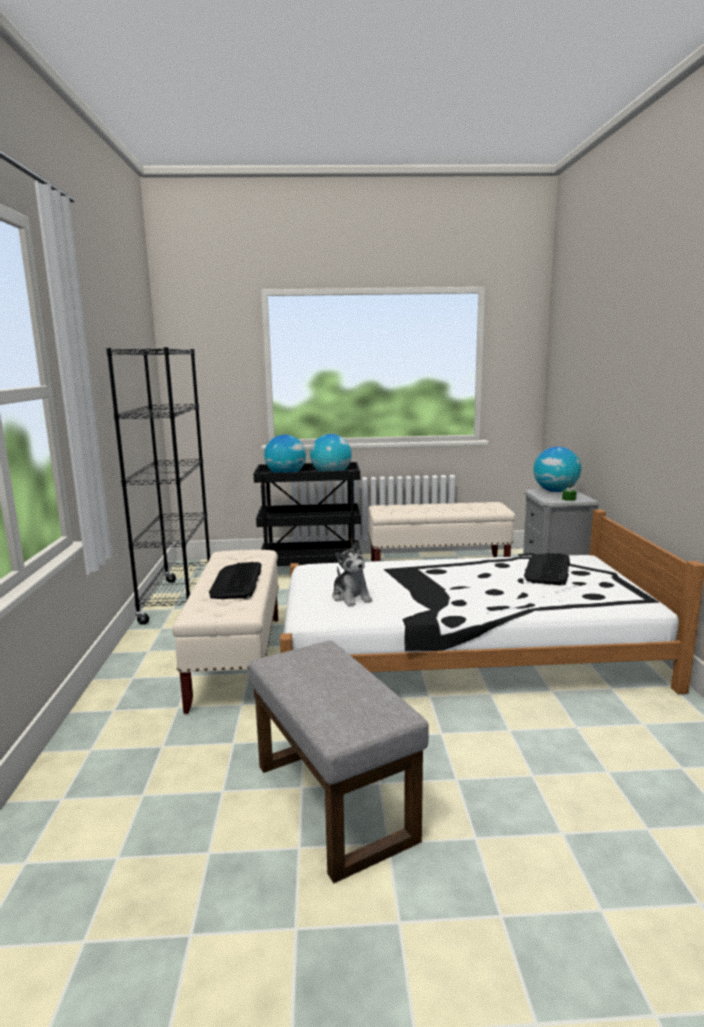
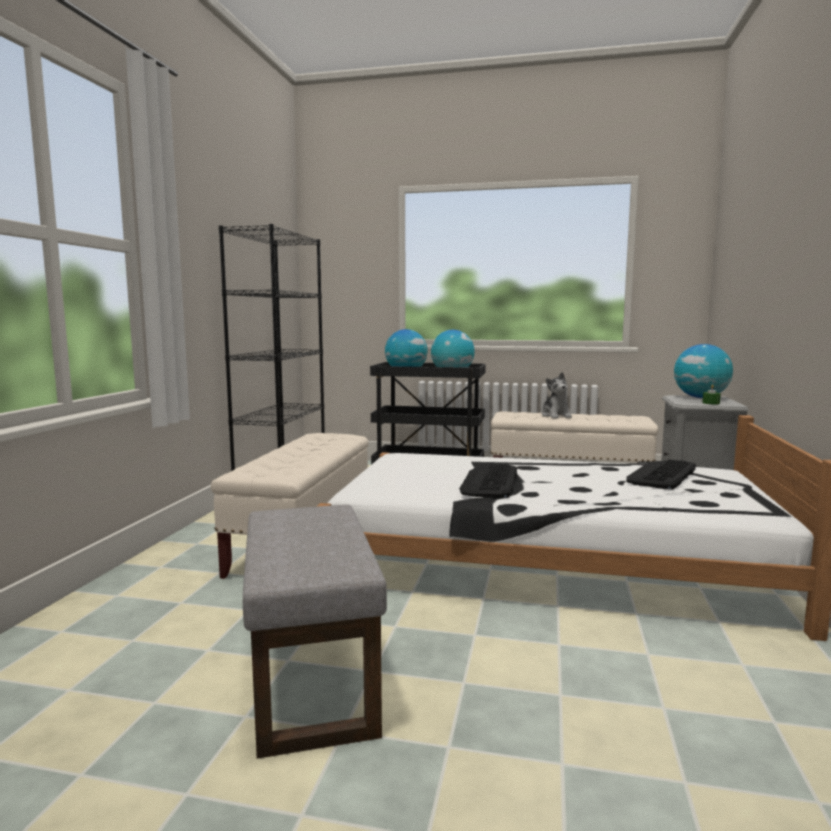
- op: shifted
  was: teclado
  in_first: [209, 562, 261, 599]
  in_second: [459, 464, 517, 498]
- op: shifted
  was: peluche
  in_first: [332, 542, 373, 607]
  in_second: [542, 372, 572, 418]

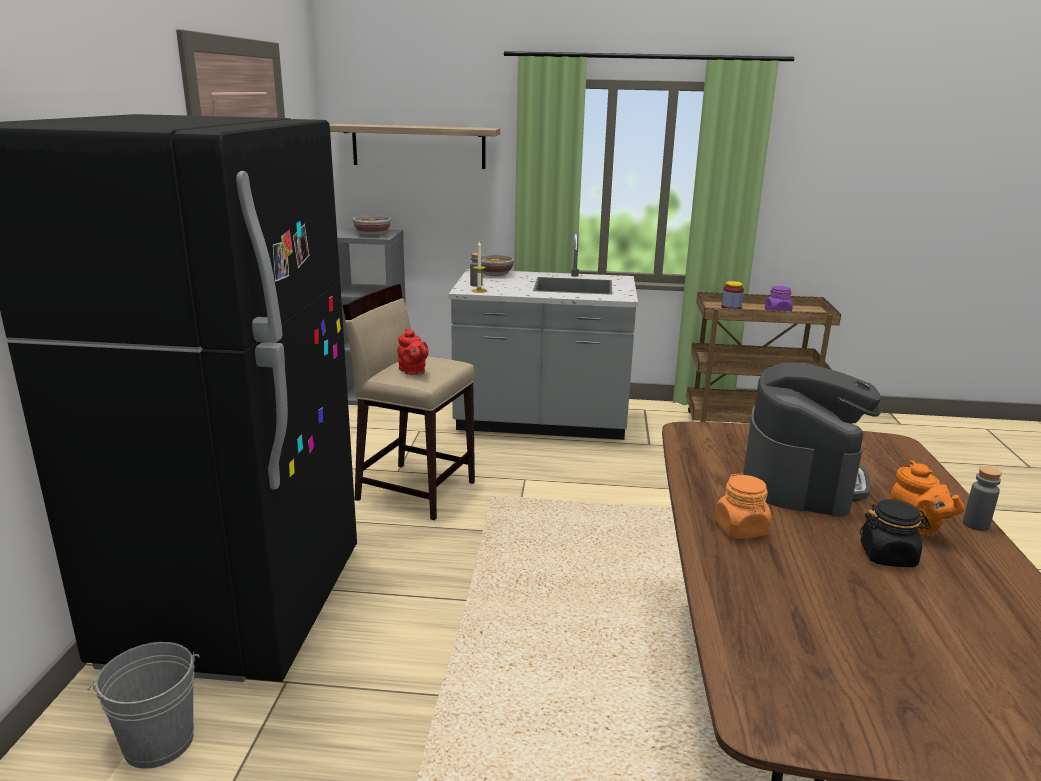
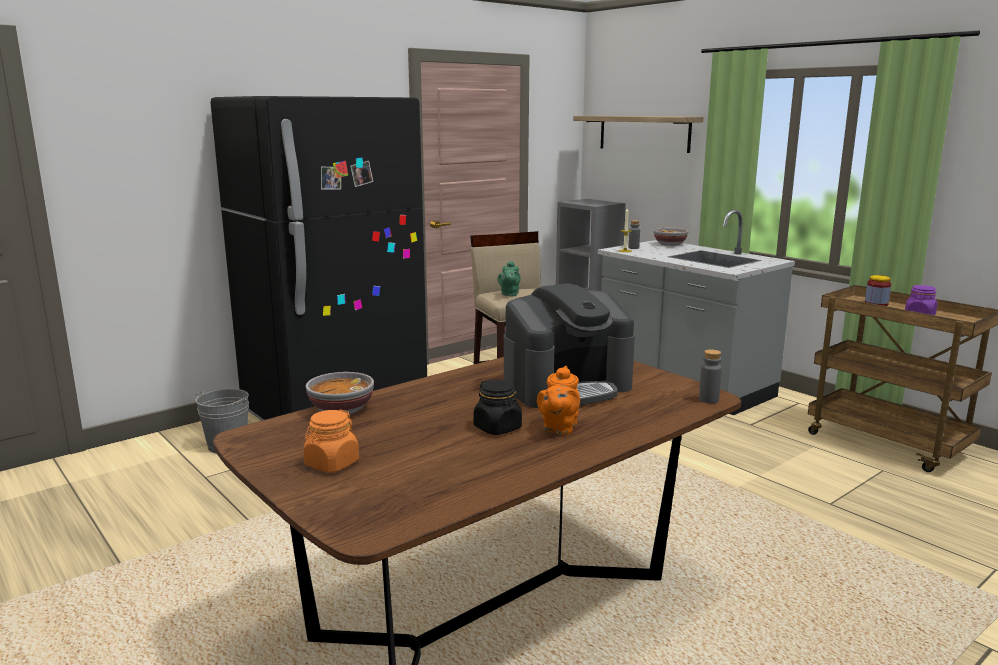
- op: shifted
  was: cuenco
  in_first: [353, 215, 391, 236]
  in_second: [306, 372, 374, 414]
- op: repainted
  was: tetera [rojo]
  now: tetera [verde]
  in_first: [397, 329, 429, 375]
  in_second: [498, 261, 521, 296]
- op: shifted
  was: tarro [naranja]
  in_first: [714, 474, 771, 539]
  in_second: [303, 409, 359, 473]
- op: shifted
  was: botella [gris]
  in_first: [963, 466, 1002, 531]
  in_second: [699, 349, 722, 403]

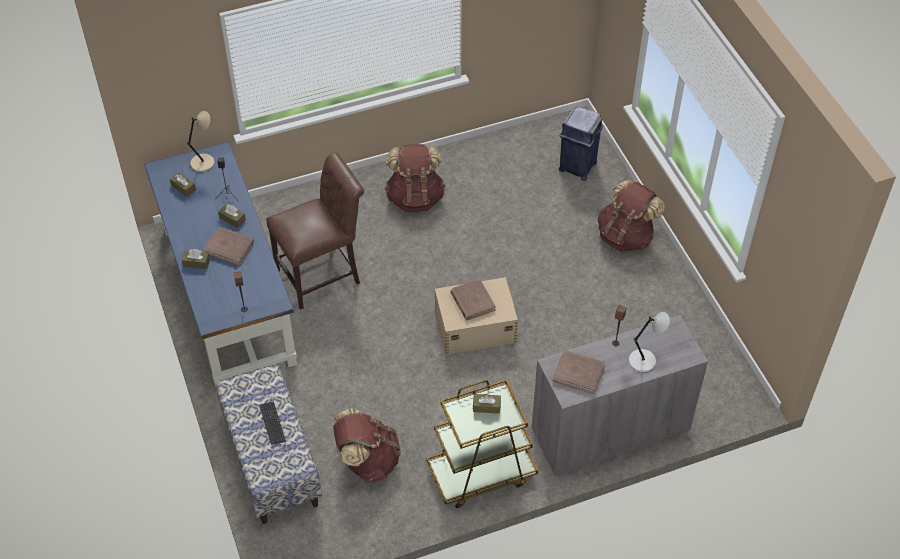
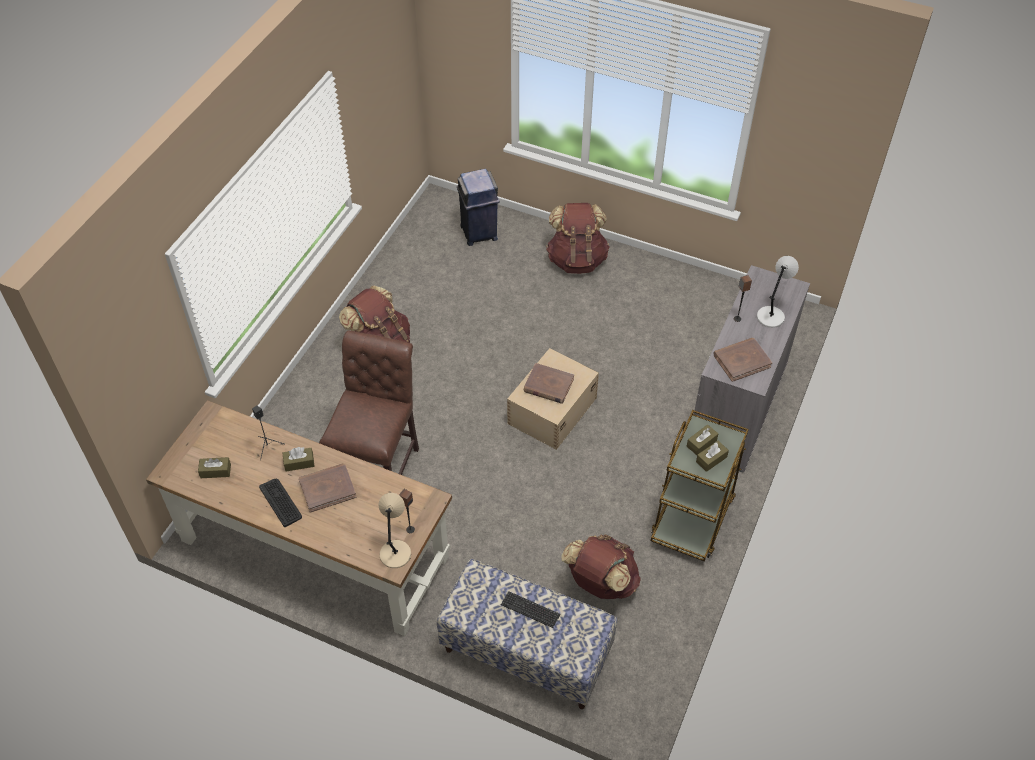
- op: repainted
  was: escritorio [azul]
  now: escritorio [marrón]
  in_first: [144, 141, 297, 386]
  in_second: [146, 400, 452, 636]
- op: shifted
  was: caja de pañuelos [marrón]
  in_first: [182, 249, 210, 269]
  in_second: [696, 441, 729, 472]
- op: shifted
  was: lámpara de mesa [beis]
  in_first: [187, 111, 215, 172]
  in_second: [378, 493, 411, 568]
- op: new
  now: teclado
  in_second: [259, 479, 302, 527]

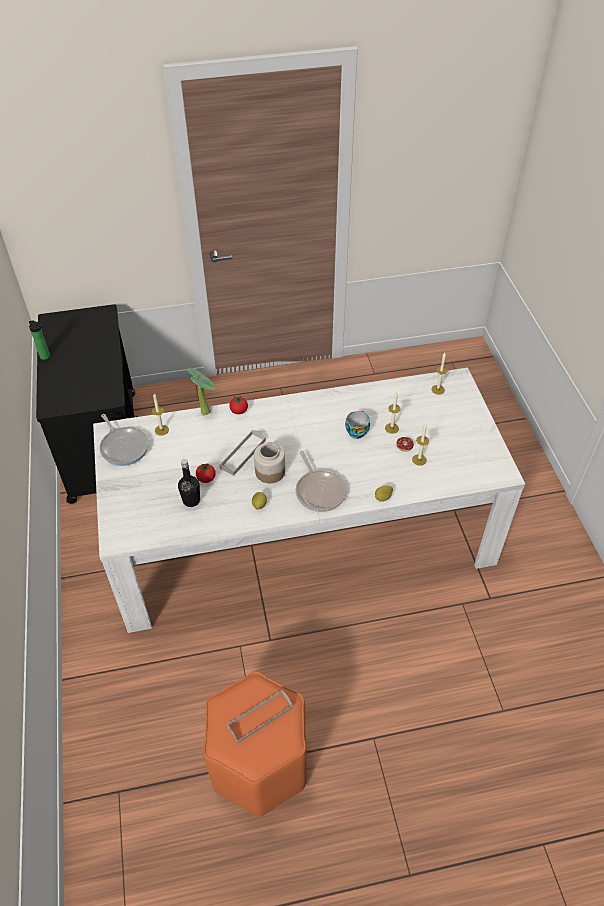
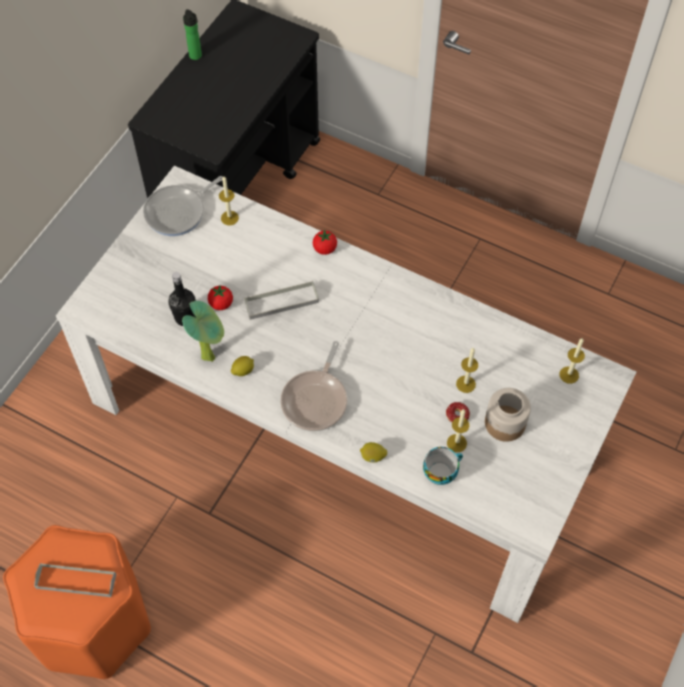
- op: rotated
  was: sartén
  in_first: [100, 414, 149, 466]
  in_second: [143, 176, 223, 236]
  clockwise: 45
- op: shifted
  was: planta en maceta
  in_first: [187, 368, 216, 416]
  in_second: [182, 301, 224, 362]
- op: shifted
  was: tarro
  in_first: [254, 442, 285, 483]
  in_second: [485, 388, 531, 442]
- op: shifted
  was: taza
  in_first: [345, 411, 370, 439]
  in_second: [423, 447, 463, 485]

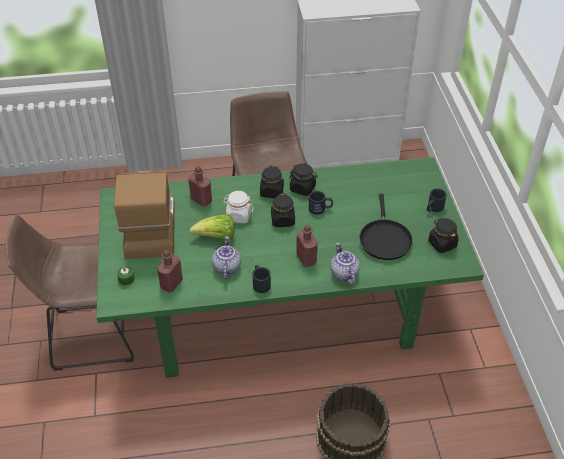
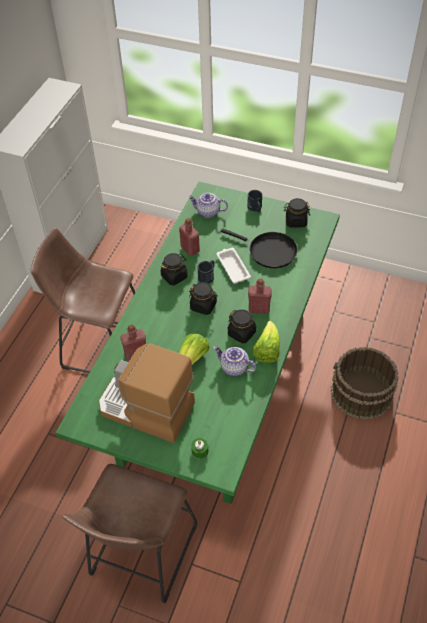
- op: shifted
  was: botella [rojo]
  in_first: [157, 250, 183, 292]
  in_second: [179, 218, 200, 256]
- op: gone
  was: tarro [blanco]
  in_first: [223, 191, 254, 223]
- op: swapped
  was: taza grande [negro]
  now: lechuga
  in_first: [252, 265, 271, 293]
  in_second: [252, 321, 280, 363]
- op: shifted
  was: tarro [negro]
  in_first: [260, 166, 284, 198]
  in_second: [228, 309, 256, 344]
- op: shifted
  was: tetera
  in_first: [330, 243, 360, 285]
  in_second: [188, 193, 228, 218]
- op: new
  now: bandeja [blanco]
  in_second: [216, 248, 251, 283]

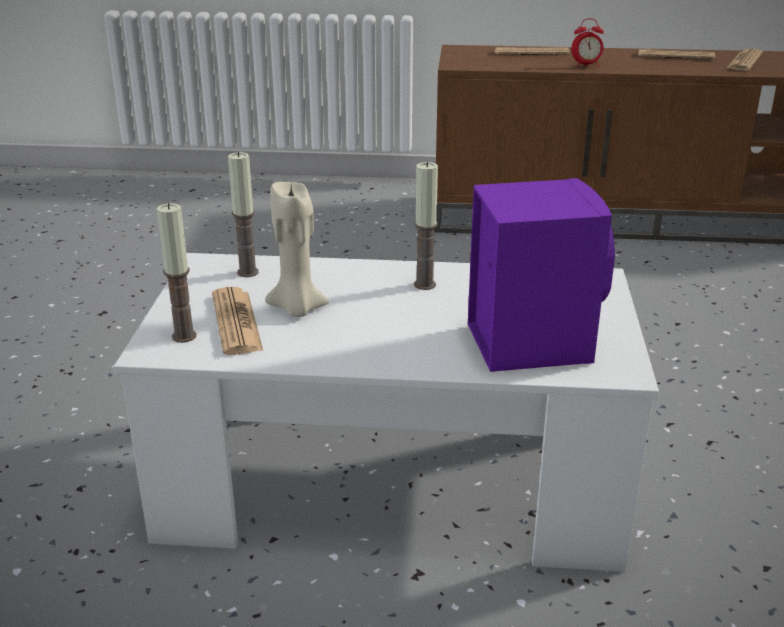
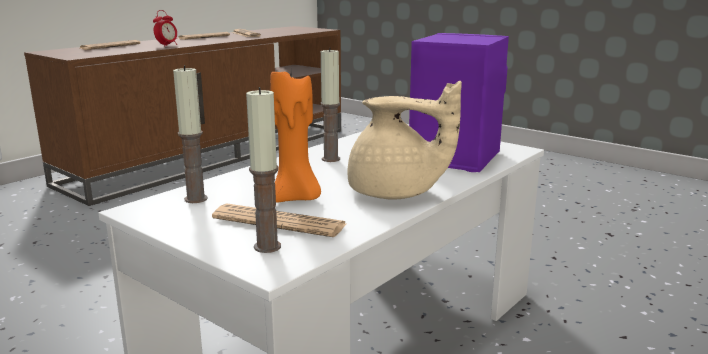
- op: repainted
  was: vela [beis]
  now: vela [naranja]
  in_first: [265, 182, 329, 317]
  in_second: [270, 71, 321, 203]
- op: new
  now: tetera [beis]
  in_second: [347, 81, 462, 200]

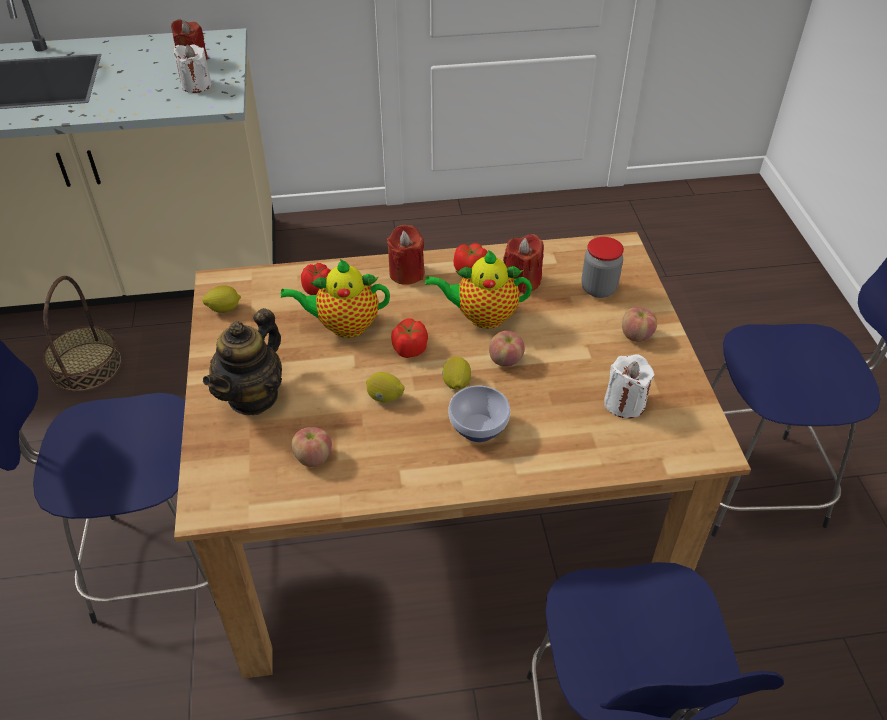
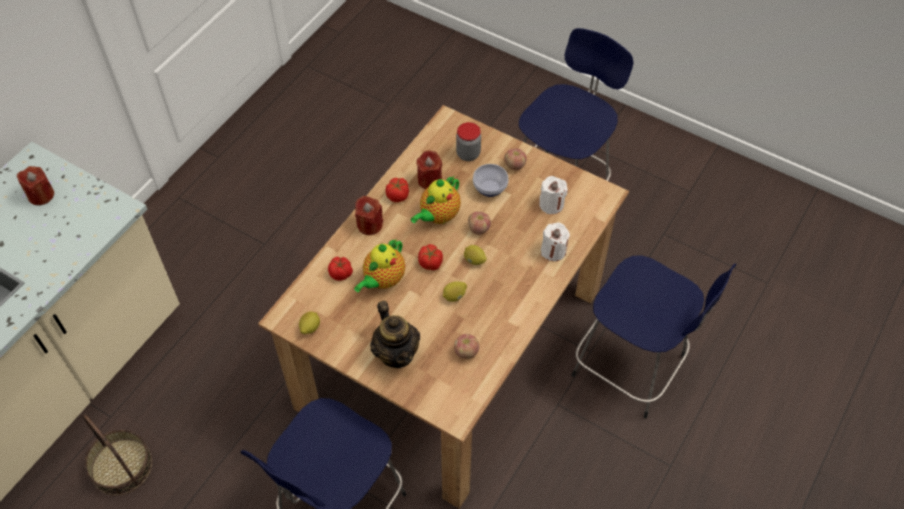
- op: shifted
  was: vela [blanco]
  in_first: [174, 44, 212, 93]
  in_second: [541, 222, 570, 261]
- op: shifted
  was: cuenco
  in_first: [448, 386, 510, 442]
  in_second: [473, 164, 509, 197]

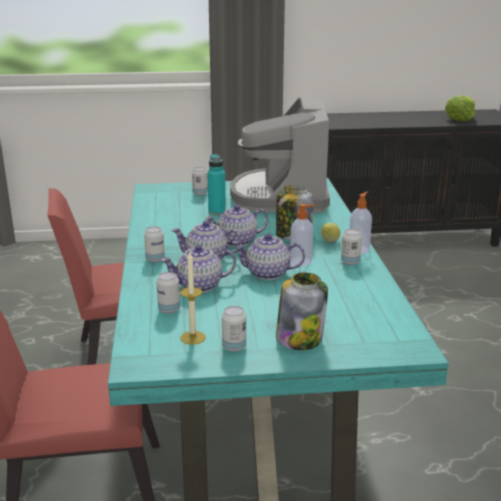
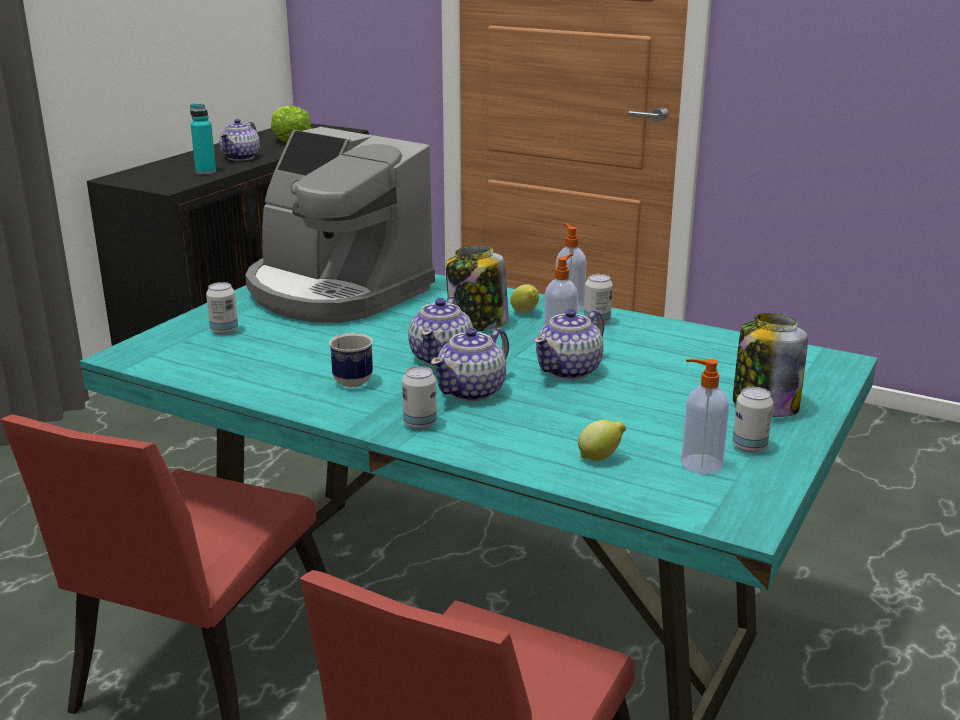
- op: swapped
  was: lata
  now: limón
  in_first: [156, 272, 180, 314]
  in_second: [578, 420, 626, 461]
- op: shifted
  was: tetera
  in_first: [161, 245, 236, 293]
  in_second: [219, 119, 260, 161]
- op: swapped
  was: vela
  now: dispensador de jabón
  in_first: [180, 252, 206, 345]
  in_second: [681, 359, 729, 474]
- op: shifted
  was: botella [turquesa]
  in_first: [207, 154, 226, 215]
  in_second: [190, 103, 216, 174]
- op: new
  now: taza grande
  in_second: [329, 333, 373, 387]

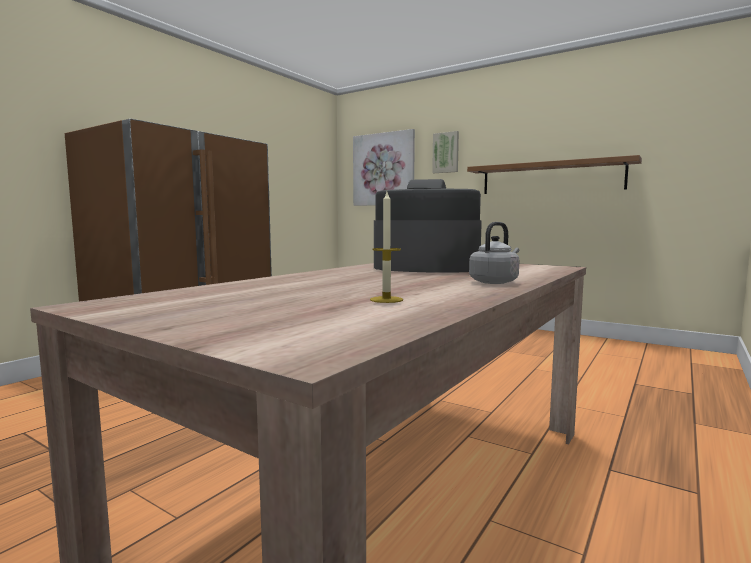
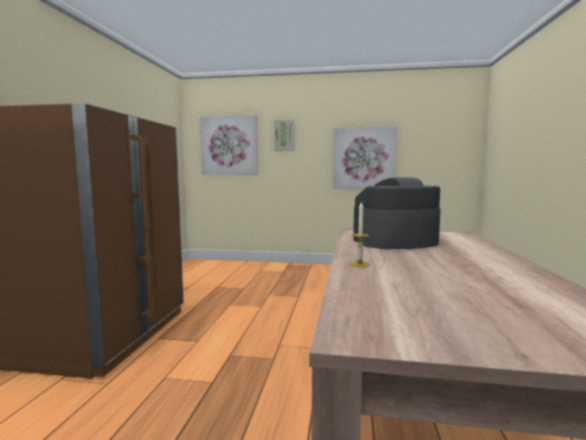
- op: shifted
  was: vela
  in_first: [370, 192, 403, 303]
  in_second: [350, 201, 370, 267]
- op: swapped
  was: estante [marrón]
  now: cuadro
  in_first: [467, 155, 642, 194]
  in_second: [333, 126, 397, 189]
- op: gone
  was: hervidor [gris]
  in_first: [469, 222, 519, 284]

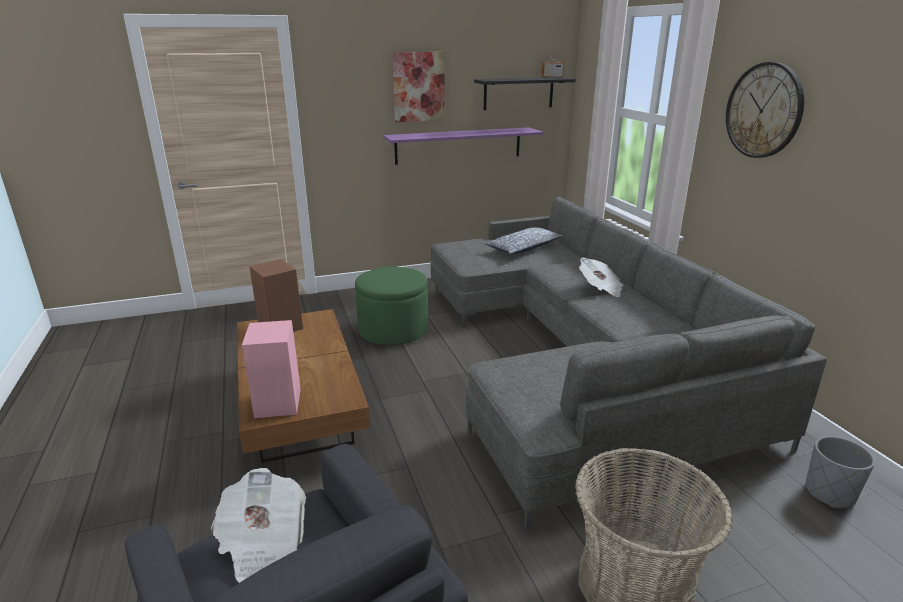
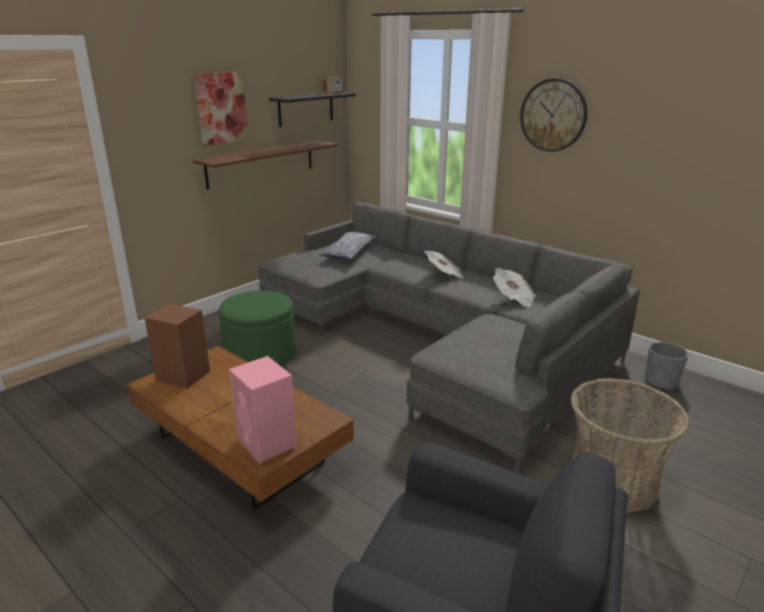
- op: shifted
  was: periódico
  in_first: [211, 468, 306, 583]
  in_second: [493, 268, 536, 307]
- op: repainted
  was: estante [morado]
  now: estante [marrón]
  in_first: [383, 127, 543, 165]
  in_second: [193, 140, 338, 190]

